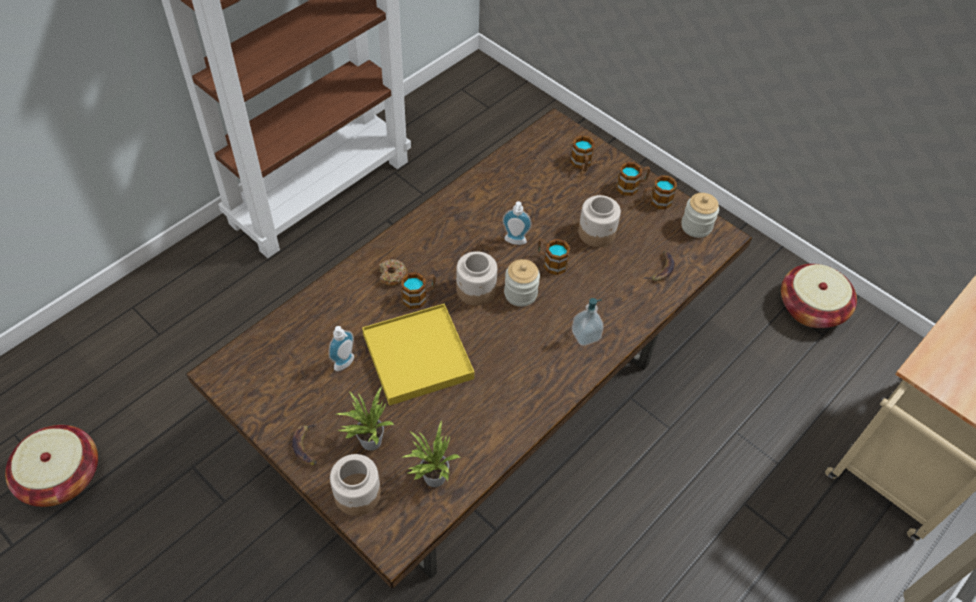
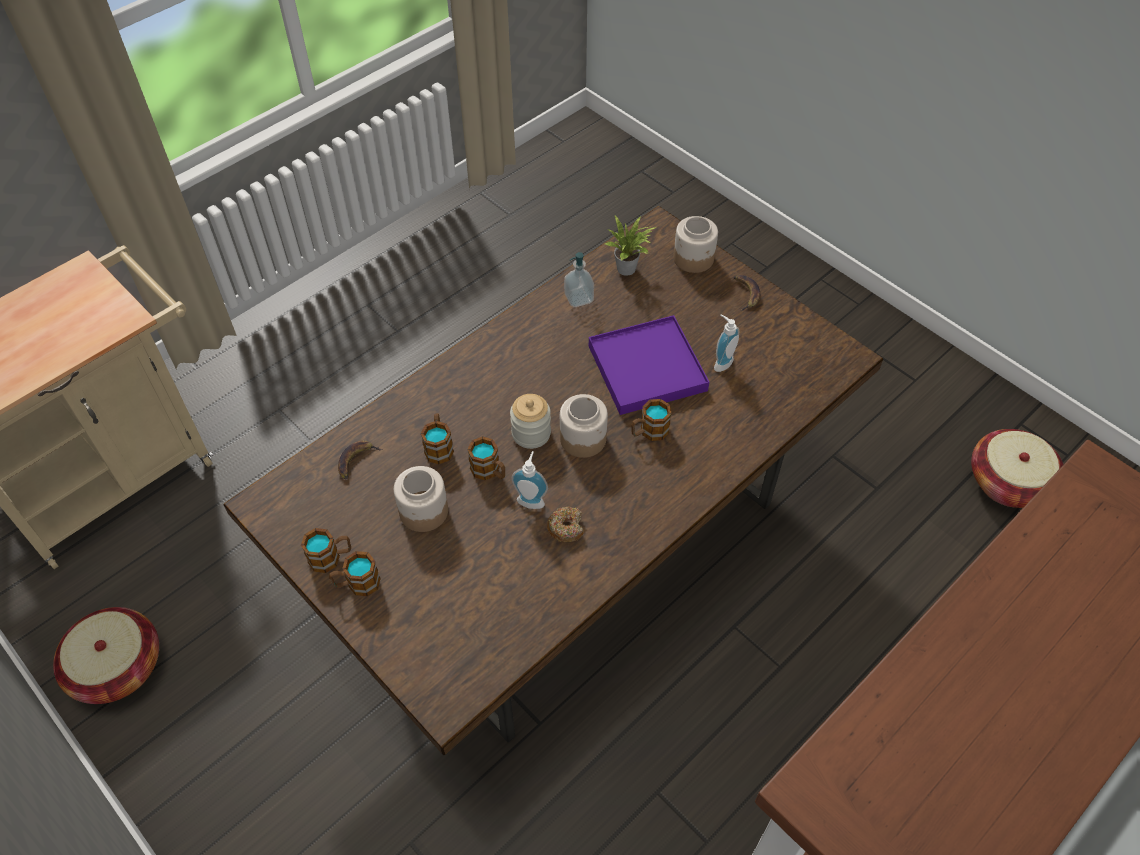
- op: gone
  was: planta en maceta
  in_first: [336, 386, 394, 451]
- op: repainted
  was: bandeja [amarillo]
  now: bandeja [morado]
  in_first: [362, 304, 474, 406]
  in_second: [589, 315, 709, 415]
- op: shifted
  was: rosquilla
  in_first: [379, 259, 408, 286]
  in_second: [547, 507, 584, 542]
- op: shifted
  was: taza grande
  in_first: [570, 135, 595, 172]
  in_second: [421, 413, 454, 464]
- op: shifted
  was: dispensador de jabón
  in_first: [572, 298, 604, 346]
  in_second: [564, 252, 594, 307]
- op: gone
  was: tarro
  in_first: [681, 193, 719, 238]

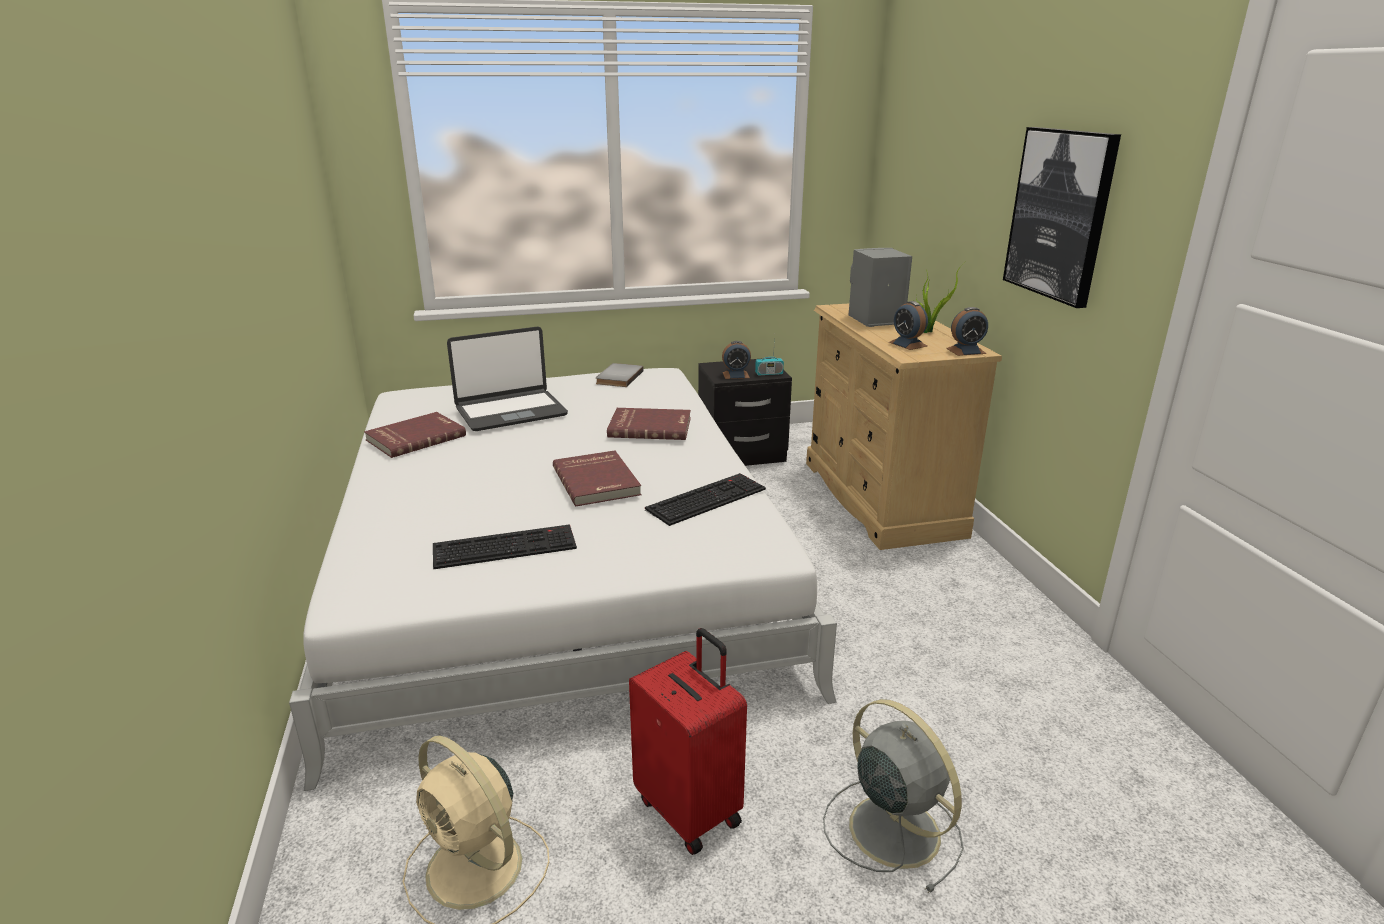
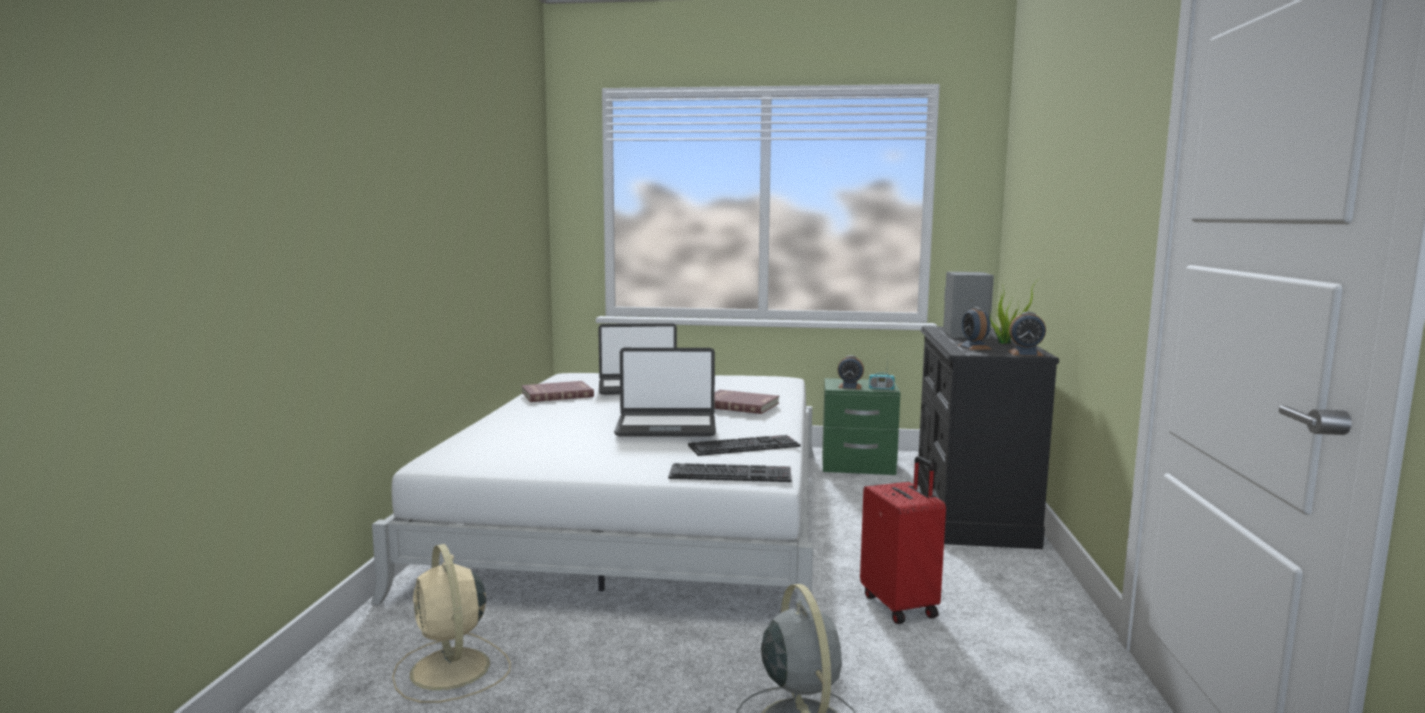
- op: shifted
  was: teclado
  in_first: [433, 524, 577, 569]
  in_second: [668, 463, 791, 482]
- op: swapped
  was: libro [rojo]
  now: portátil
  in_first: [553, 450, 642, 506]
  in_second: [614, 348, 716, 437]
- op: gone
  was: libro [gris]
  in_first: [596, 363, 644, 387]
- op: shifted
  was: maleta [rojo]
  in_first: [629, 628, 747, 855]
  in_second: [860, 456, 946, 624]
- op: repainted
  was: mesita de noche [negro]
  now: mesita de noche [verde]
  in_first: [698, 358, 792, 466]
  in_second: [822, 378, 900, 475]
- op: repainted
  was: cómoda [beis]
  now: cómoda [negro]
  in_first: [806, 303, 1002, 550]
  in_second: [918, 326, 1059, 549]
- op: gone
  was: cuadro
  in_first: [1003, 127, 1121, 308]

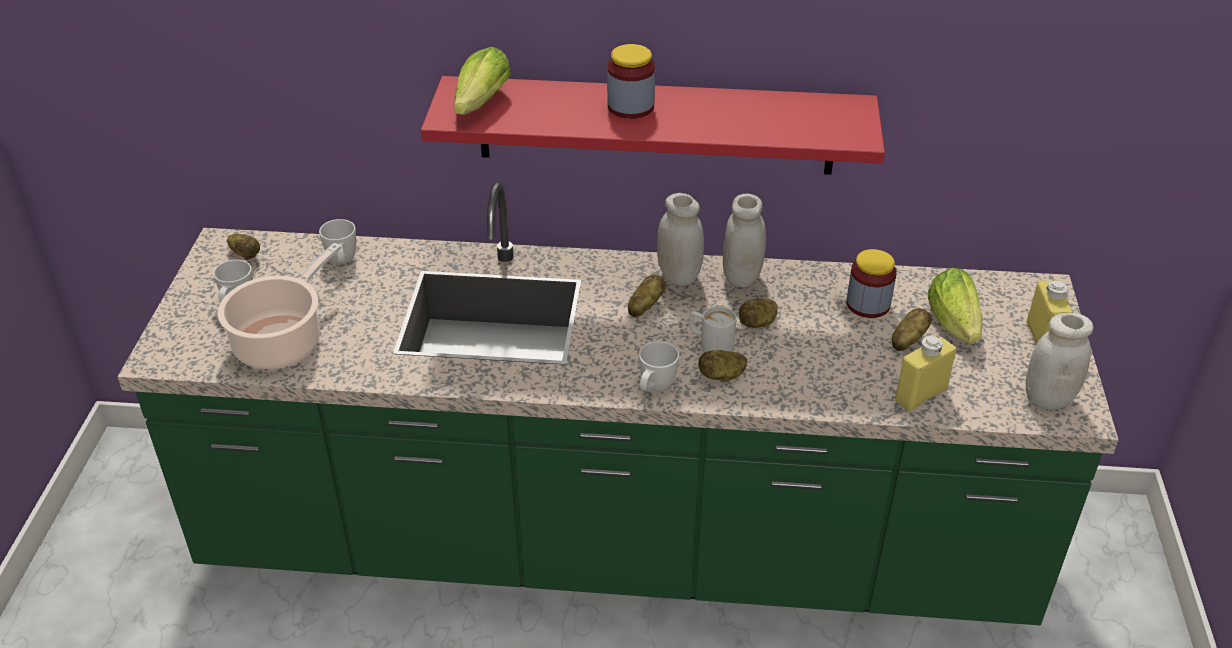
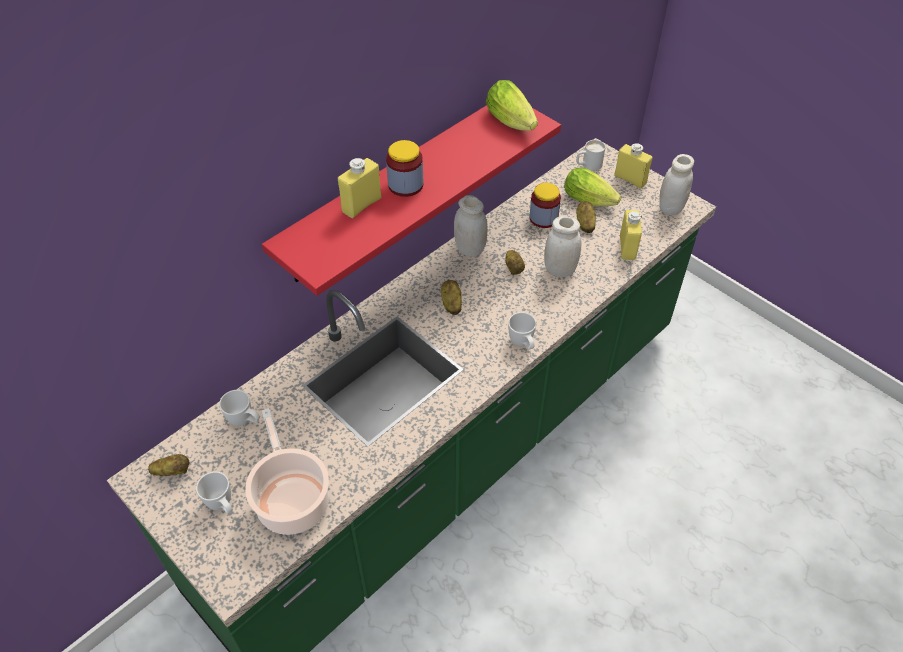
- op: shifted
  was: lechuga
  in_first: [454, 47, 511, 115]
  in_second: [486, 80, 538, 131]
- op: shifted
  was: tarro [blanco]
  in_first: [657, 193, 704, 286]
  in_second: [544, 216, 581, 277]
- op: shifted
  was: taza grande [blanco]
  in_first: [689, 306, 737, 352]
  in_second: [576, 140, 606, 171]
- op: gone
  was: patata
  in_first: [698, 350, 747, 381]
- op: new
  now: botella [amarillo]
  in_second: [338, 158, 381, 218]

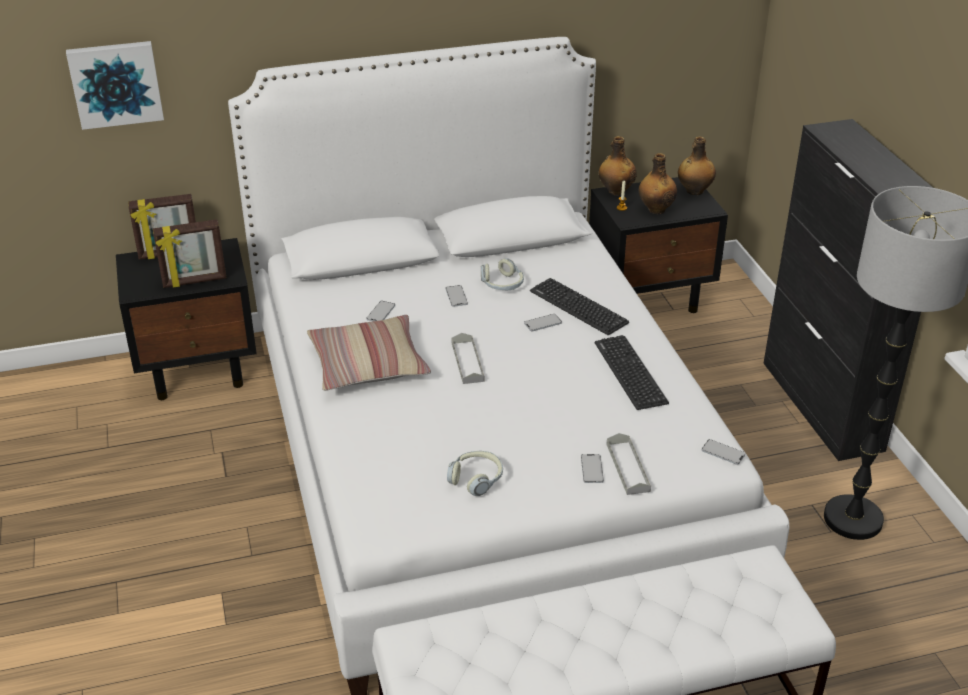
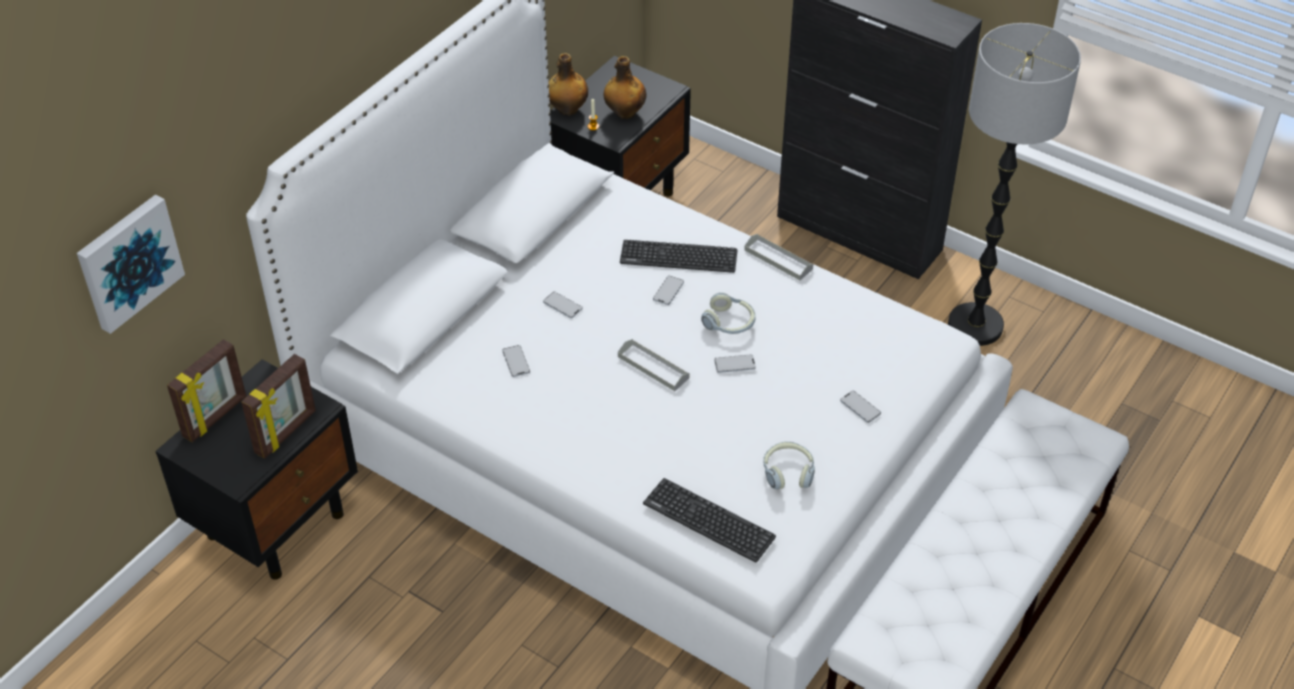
- op: gone
  was: cojín
  in_first: [307, 315, 431, 391]
- op: shifted
  was: auriculares
  in_first: [481, 258, 524, 290]
  in_second: [701, 293, 756, 334]
- op: shifted
  was: teclado
  in_first: [595, 335, 669, 410]
  in_second: [643, 478, 776, 562]
- op: shifted
  was: bandeja [gris]
  in_first: [606, 433, 651, 495]
  in_second: [744, 234, 813, 280]
- op: gone
  was: botella
  in_first: [678, 136, 716, 195]
- op: shifted
  was: móvil
  in_first: [702, 439, 745, 465]
  in_second: [714, 354, 756, 373]

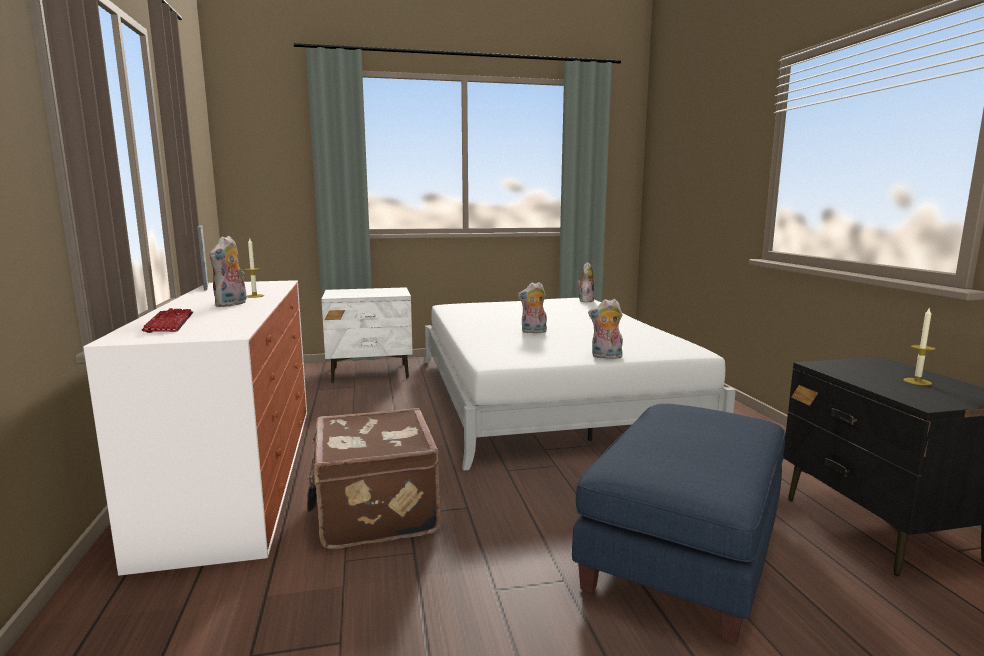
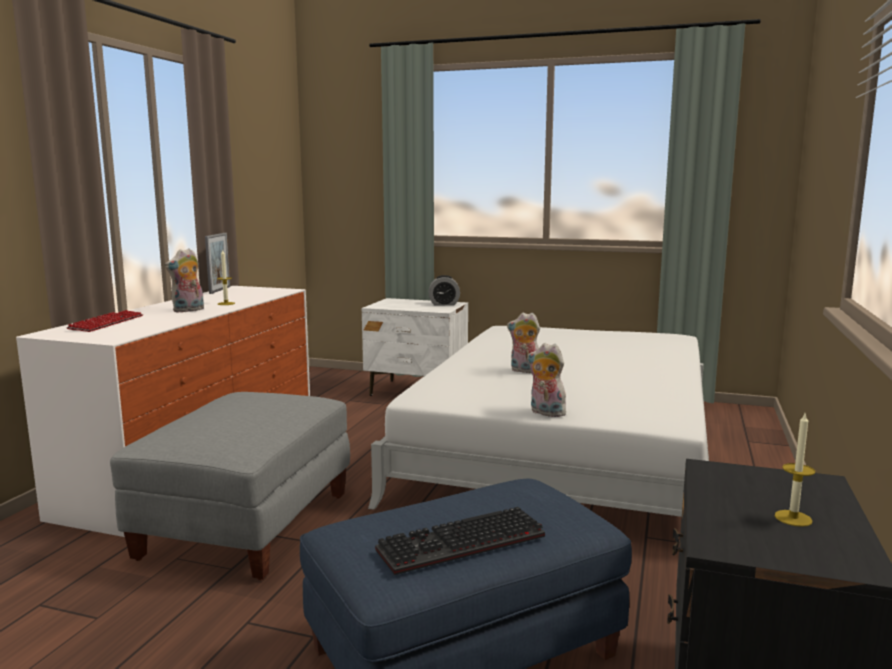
- op: swapped
  was: maleta [marrón]
  now: puf [gris]
  in_first: [307, 408, 441, 549]
  in_second: [110, 392, 350, 580]
- op: gone
  was: peluche
  in_first: [578, 263, 595, 302]
- op: new
  now: teclado
  in_second: [375, 507, 545, 575]
- op: new
  now: despertador
  in_second: [429, 275, 460, 305]

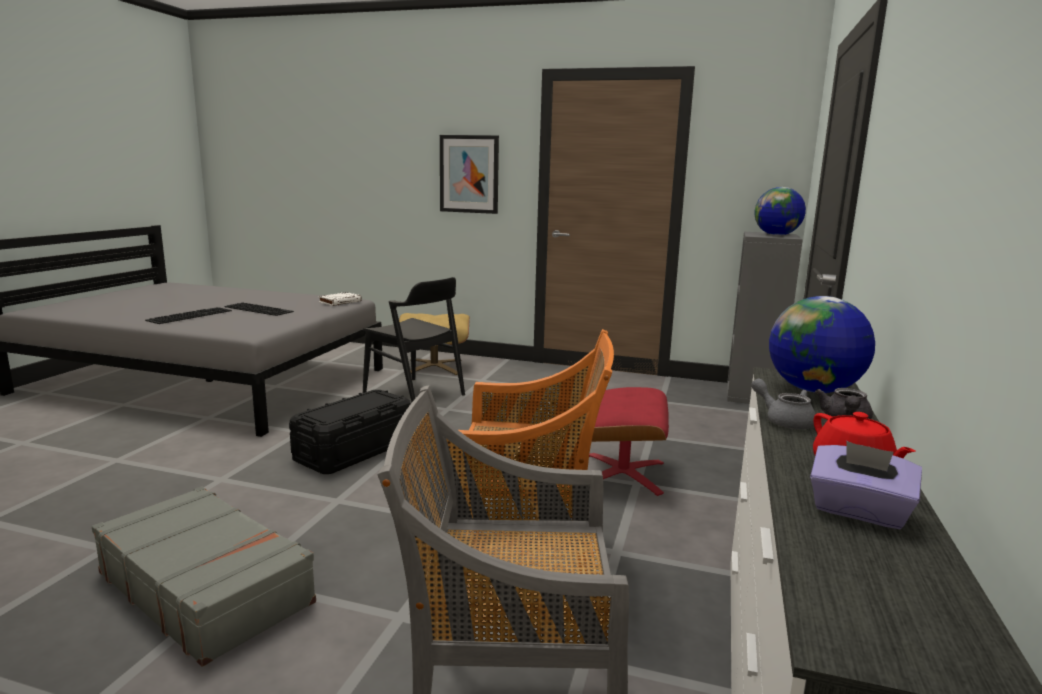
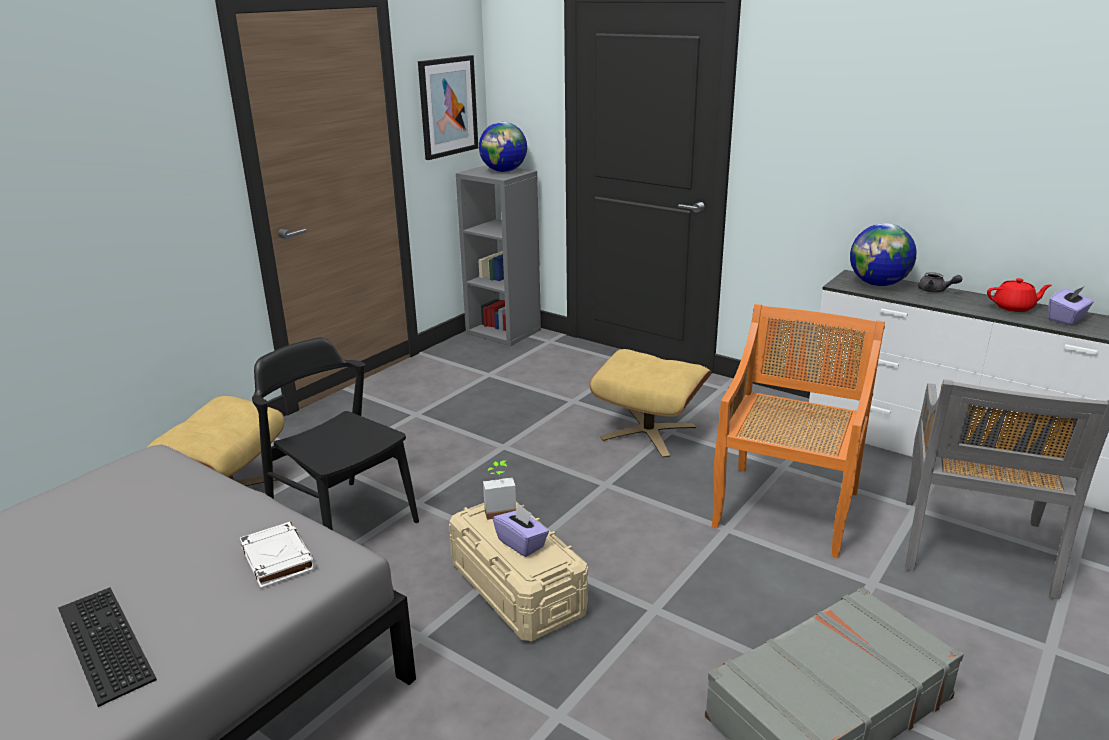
- op: gone
  was: teclado
  in_first: [224, 302, 294, 316]
- op: repainted
  was: caja de almacenaje [negro]
  now: caja de almacenaje [beis]
  in_first: [289, 390, 411, 474]
  in_second: [449, 501, 588, 641]
- op: shifted
  was: libro [blanco]
  in_first: [318, 292, 362, 306]
  in_second: [240, 522, 316, 589]
- op: rotated
  was: silla [negro]
  in_first: [363, 277, 465, 402]
  in_second: [252, 337, 419, 530]
  clockwise: -105
- op: shifted
  was: cuadro
  in_first: [440, 135, 499, 214]
  in_second: [418, 55, 478, 160]
- op: repainted
  was: puf [rojo]
  now: puf [beis]
  in_first: [589, 387, 669, 496]
  in_second: [590, 349, 711, 458]
- op: gone
  was: tetera [gris]
  in_first: [751, 378, 816, 429]
- op: new
  now: planta en maceta
  in_second: [483, 460, 516, 520]
- op: new
  now: caja de pañuelos [morado]
  in_second: [493, 504, 549, 557]

